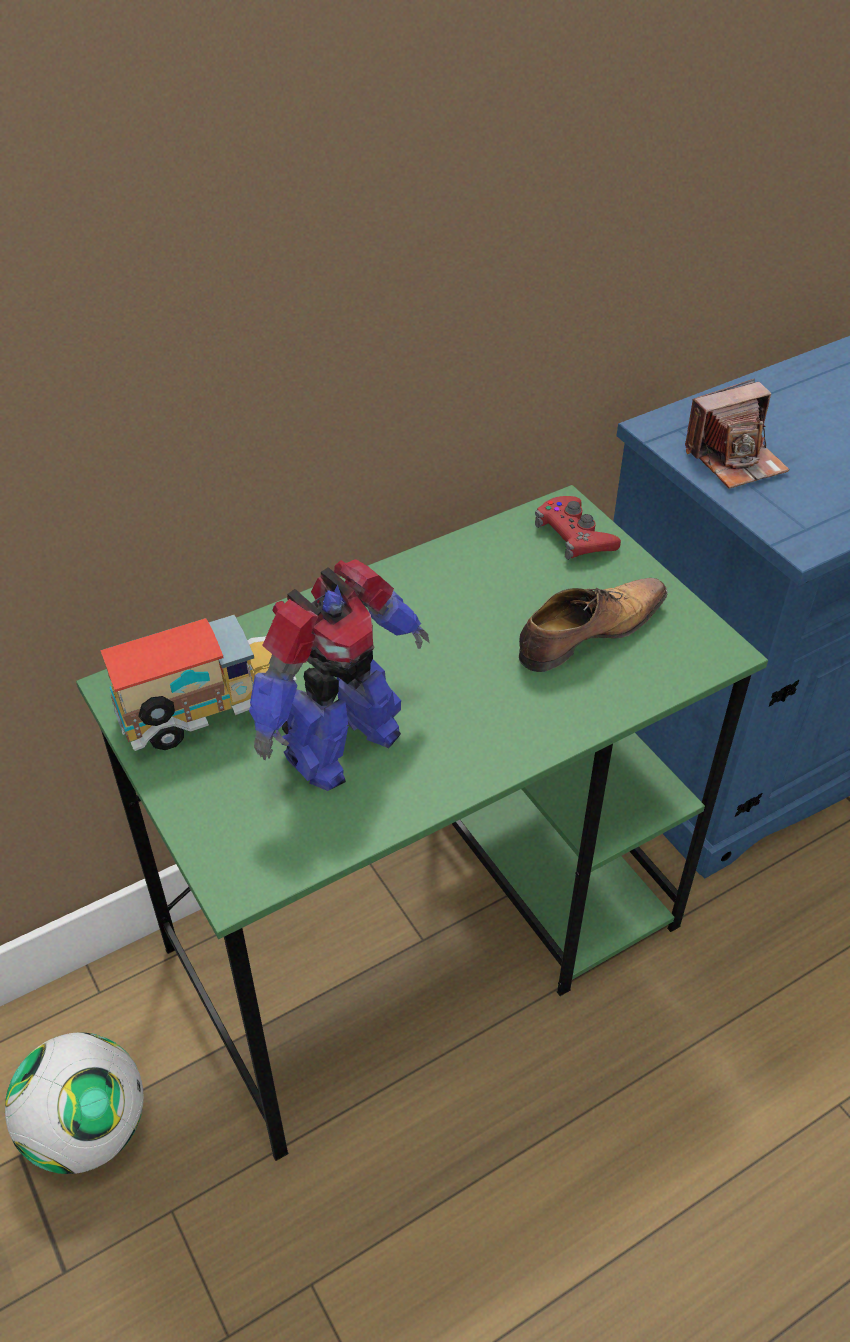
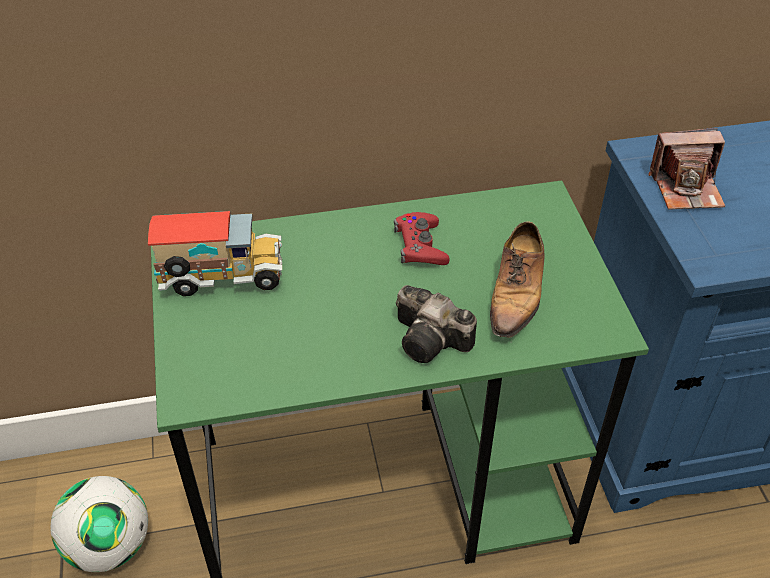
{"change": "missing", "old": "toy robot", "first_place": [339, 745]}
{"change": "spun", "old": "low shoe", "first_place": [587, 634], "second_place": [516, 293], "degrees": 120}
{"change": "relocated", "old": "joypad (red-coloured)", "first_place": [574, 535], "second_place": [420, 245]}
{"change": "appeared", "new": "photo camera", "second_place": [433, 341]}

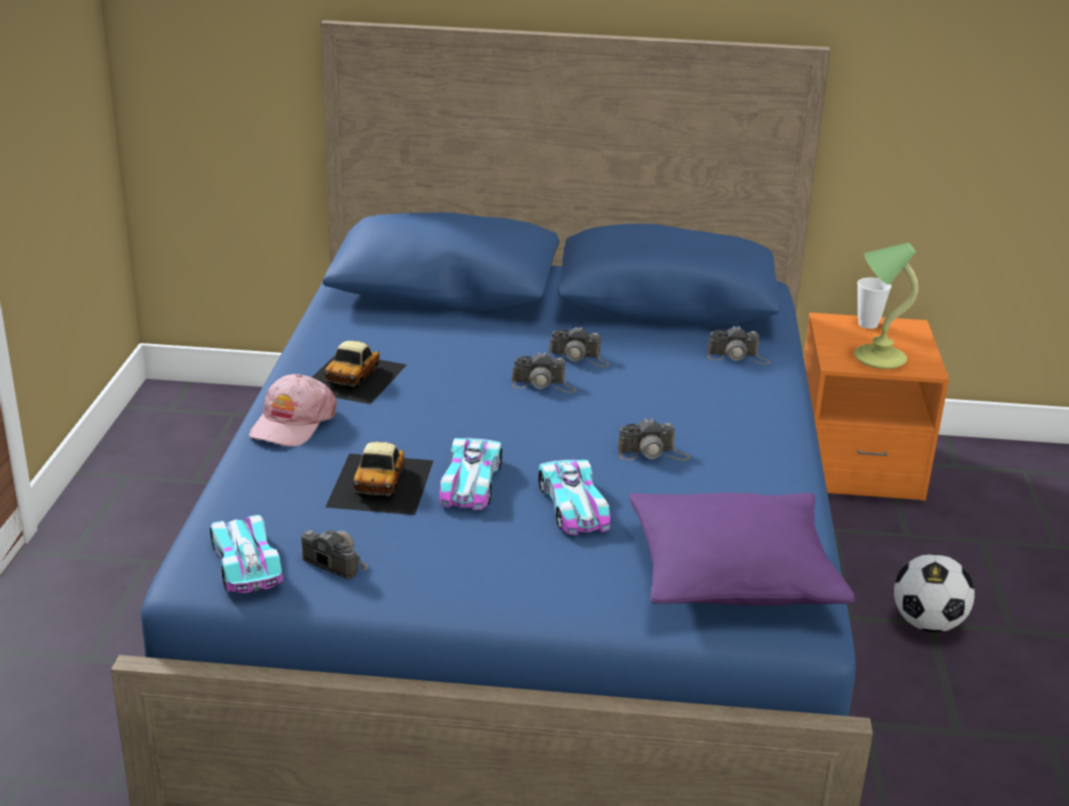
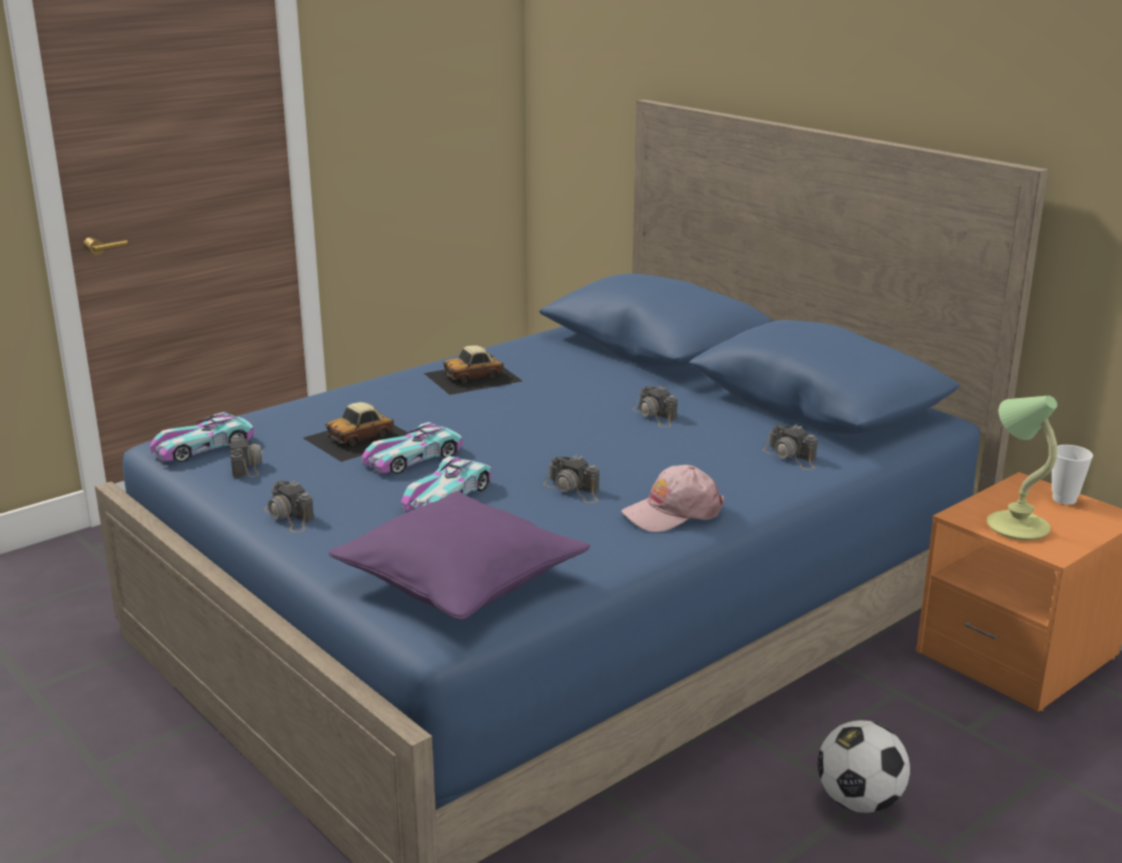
{"change": "spun", "old": "toy car", "first_place": [246, 563], "second_place": [203, 447], "degrees": -150}
{"change": "relocated", "old": "peaked cap (pink-coloured)", "first_place": [292, 423], "second_place": [672, 512]}
{"change": "relocated", "old": "photo camera", "first_place": [544, 384], "second_place": [289, 517]}

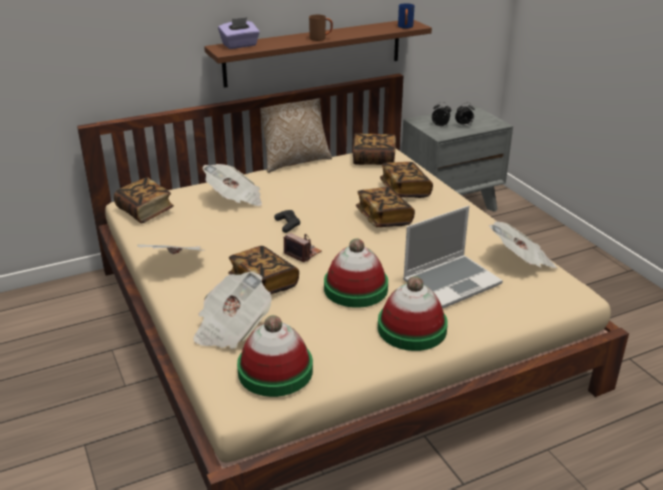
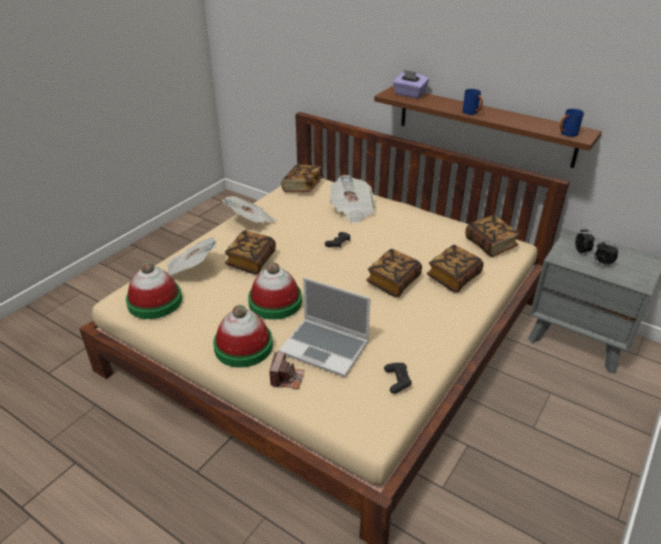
{"change": "missing", "old": "throw pillow", "first_place": [295, 161]}
{"change": "relocated", "old": "photo camera", "first_place": [303, 253], "second_place": [287, 378]}
{"change": "colour", "old": "coffee mug (brownish)", "new": "coffee mug (blue)", "first_place": [321, 38], "second_place": [472, 113]}
{"change": "exchanged", "old": "printed paper", "new": "joypad (blackish)", "first_place": [521, 261], "second_place": [397, 381]}

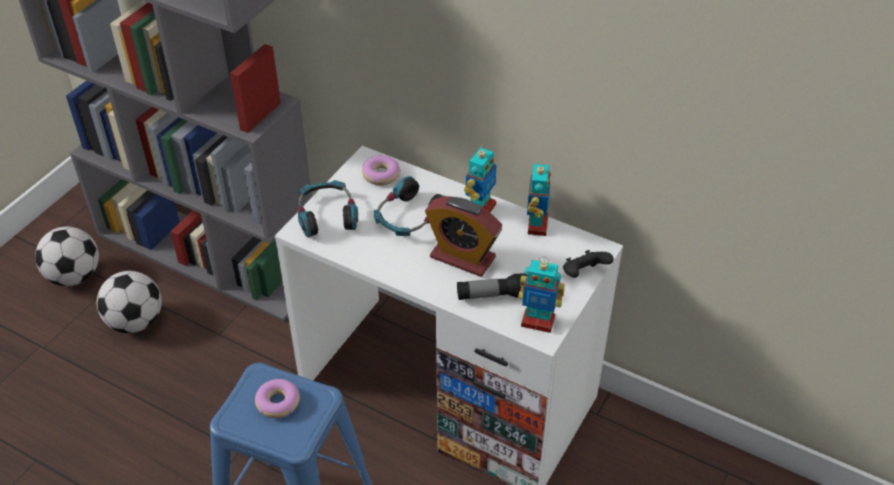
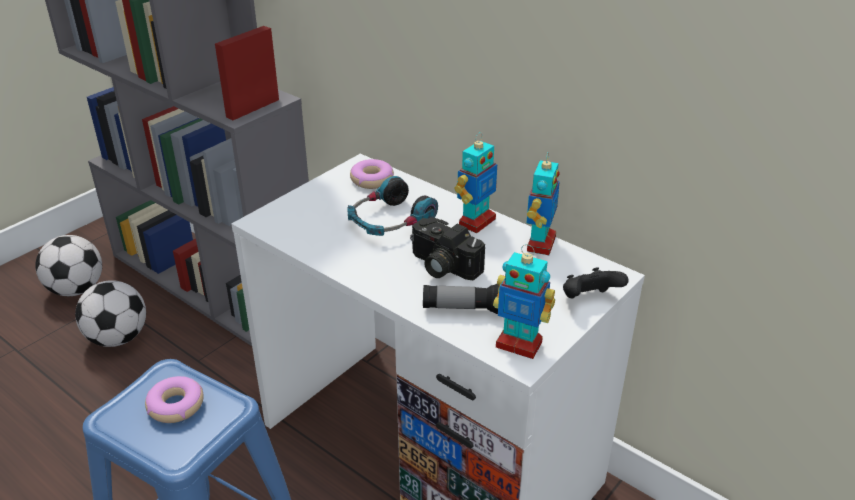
{"change": "missing", "old": "headphones", "first_place": [327, 215]}
{"change": "exchanged", "old": "bedside clock", "new": "photo camera", "first_place": [462, 257], "second_place": [441, 266]}

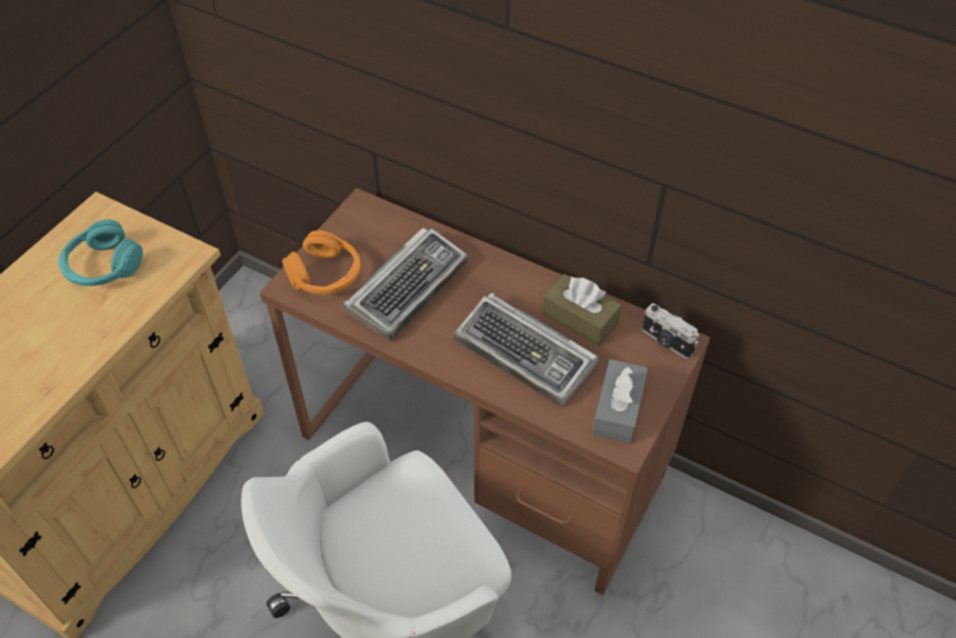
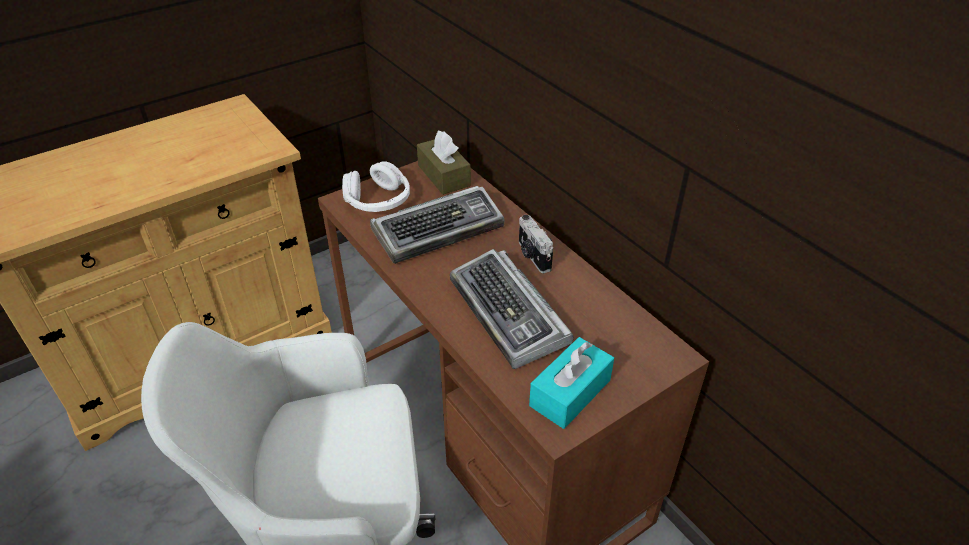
{"change": "missing", "old": "headphones (turquoise-coloured)", "first_place": [103, 266]}
{"change": "colour", "old": "headphones (orangey)", "new": "headphones (white)", "first_place": [326, 275], "second_place": [378, 201]}
{"change": "relocated", "old": "tissue holder (brownish)", "first_place": [580, 319], "second_place": [444, 175]}
{"change": "colour", "old": "tissue holder (grey)", "new": "tissue holder (turquoise-coloured)", "first_place": [618, 409], "second_place": [570, 393]}
{"change": "relocated", "old": "photo camera", "first_place": [666, 342], "second_place": [532, 256]}

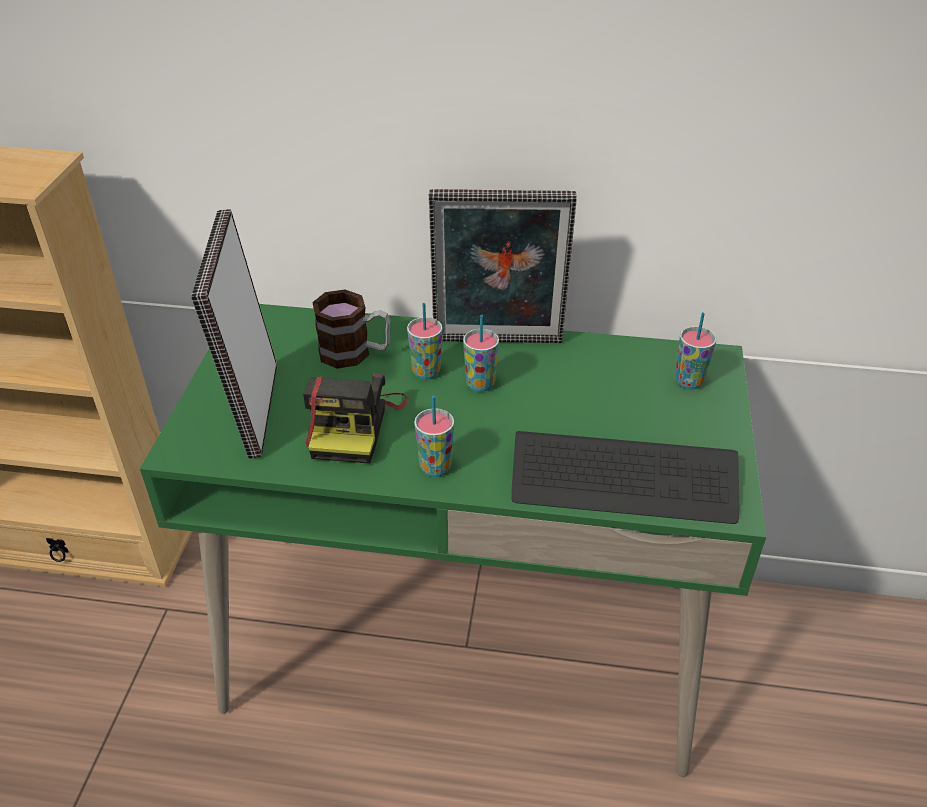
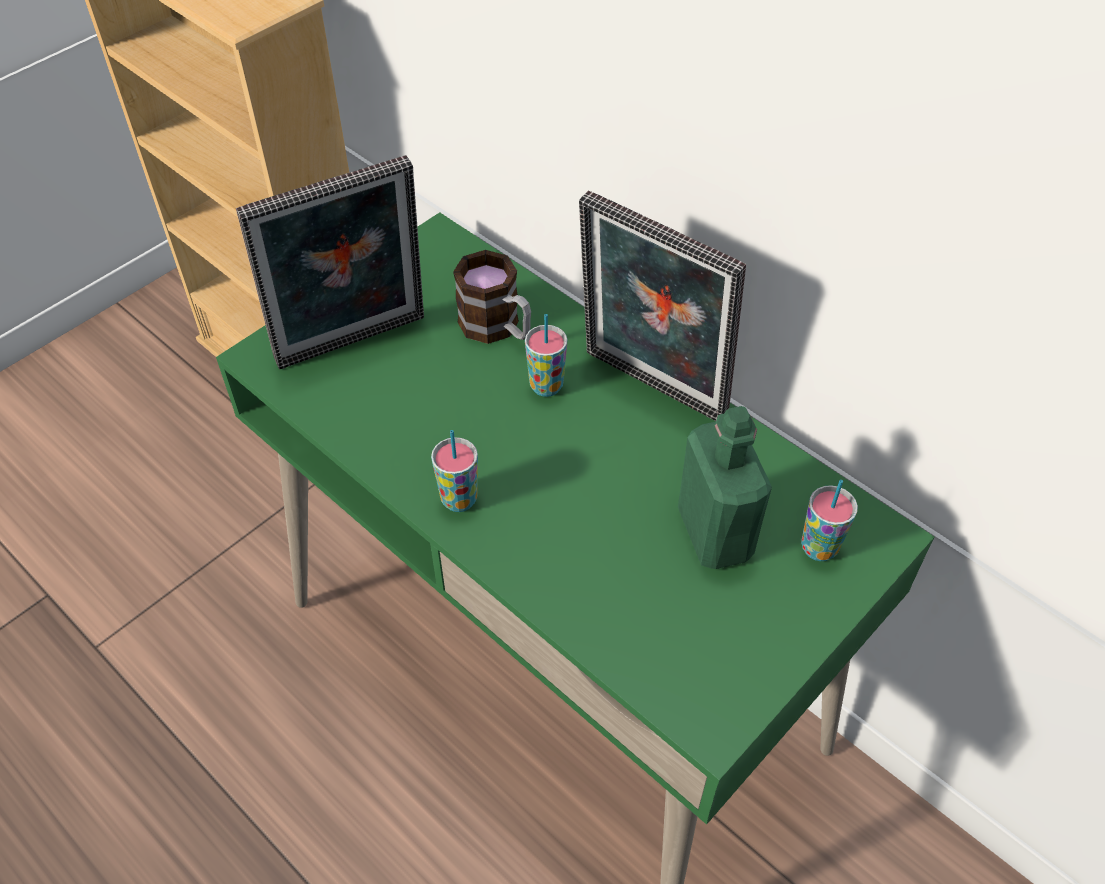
{"change": "spun", "old": "picture frame", "first_place": [254, 410], "second_place": [354, 345], "degrees": -150}
{"change": "missing", "old": "photo camera", "first_place": [354, 425]}
{"change": "missing", "old": "drinking cup", "first_place": [480, 384]}
{"change": "missing", "old": "computer keyboard", "first_place": [623, 480]}
{"change": "appeared", "new": "bottle (greenish)", "second_place": [714, 533]}

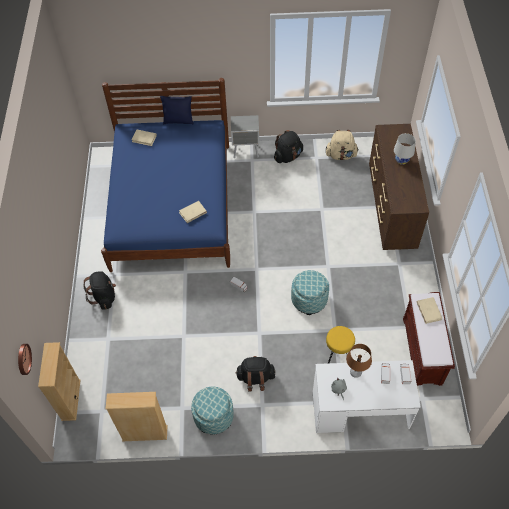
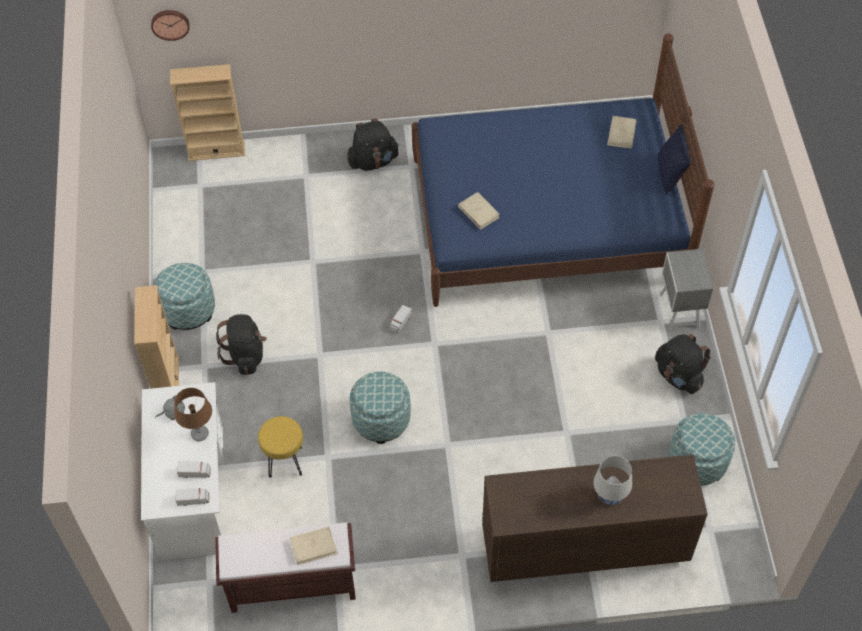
{"change": "relocated", "old": "bookcase (sand-coloured)", "first_place": [145, 433], "second_place": [168, 382]}
{"change": "exchanged", "old": "backpack (sand-coloured)", "new": "ottoman", "first_place": [341, 155], "second_place": [697, 461]}

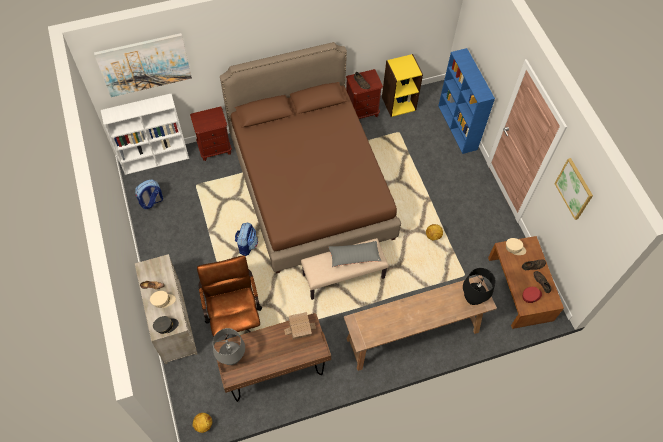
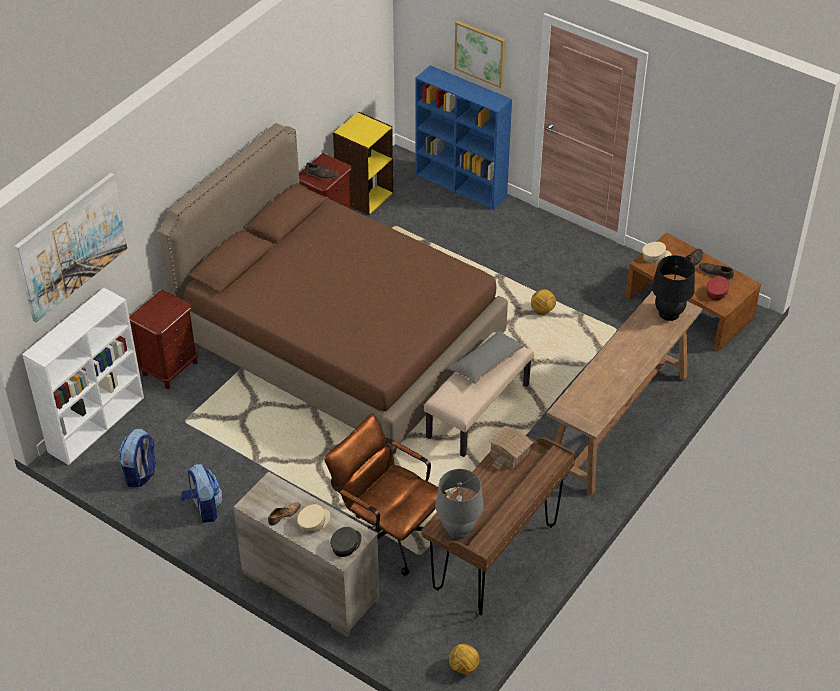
{"change": "relocated", "old": "backpack", "first_place": [247, 245], "second_place": [204, 508]}
{"change": "relocated", "old": "wall picture", "first_place": [574, 188], "second_place": [480, 53]}

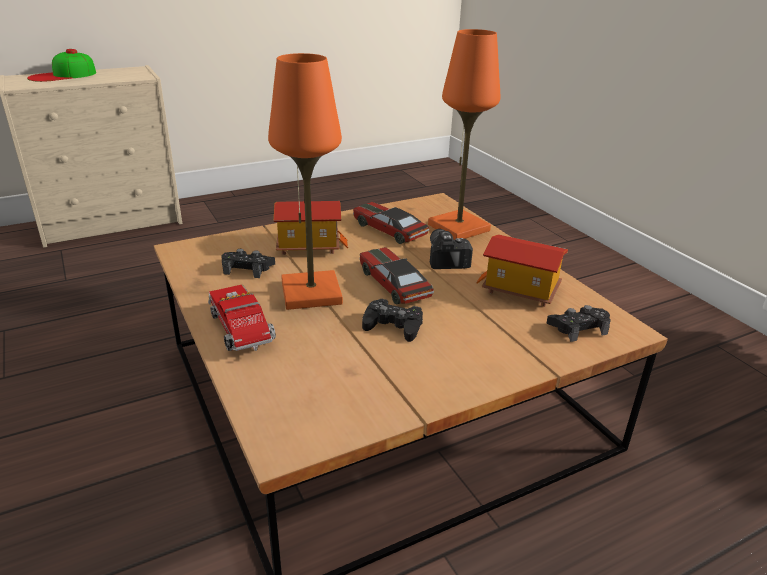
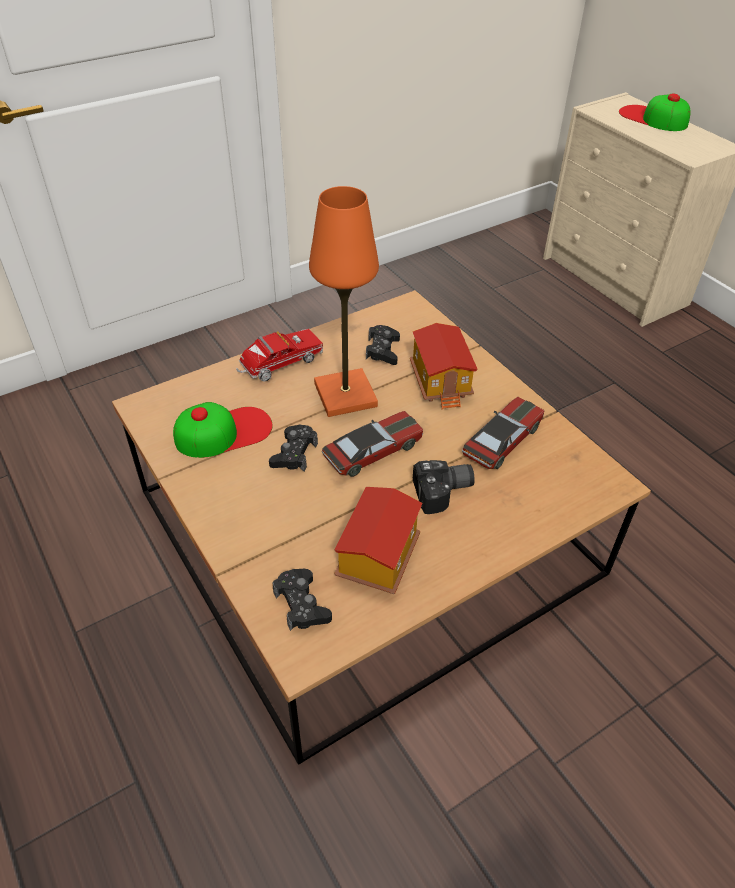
{"change": "missing", "old": "tabletop lamp (orangey)", "first_place": [458, 228]}
{"change": "appeared", "new": "peaked cap", "second_place": [224, 432]}

